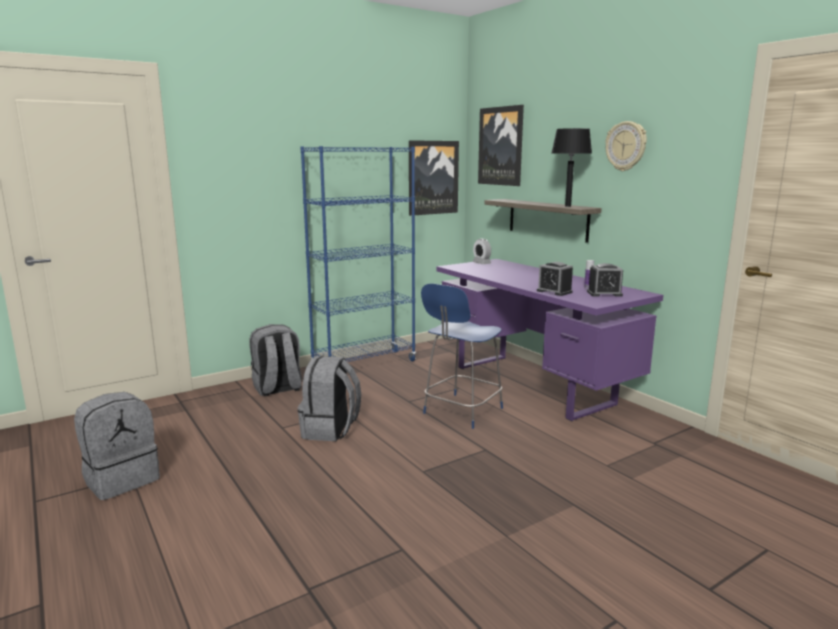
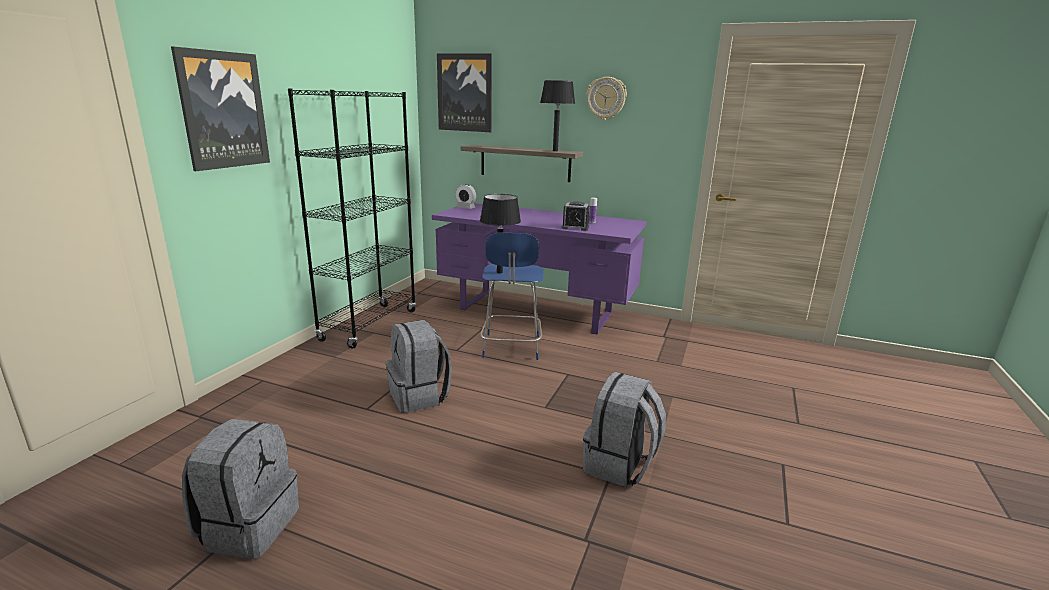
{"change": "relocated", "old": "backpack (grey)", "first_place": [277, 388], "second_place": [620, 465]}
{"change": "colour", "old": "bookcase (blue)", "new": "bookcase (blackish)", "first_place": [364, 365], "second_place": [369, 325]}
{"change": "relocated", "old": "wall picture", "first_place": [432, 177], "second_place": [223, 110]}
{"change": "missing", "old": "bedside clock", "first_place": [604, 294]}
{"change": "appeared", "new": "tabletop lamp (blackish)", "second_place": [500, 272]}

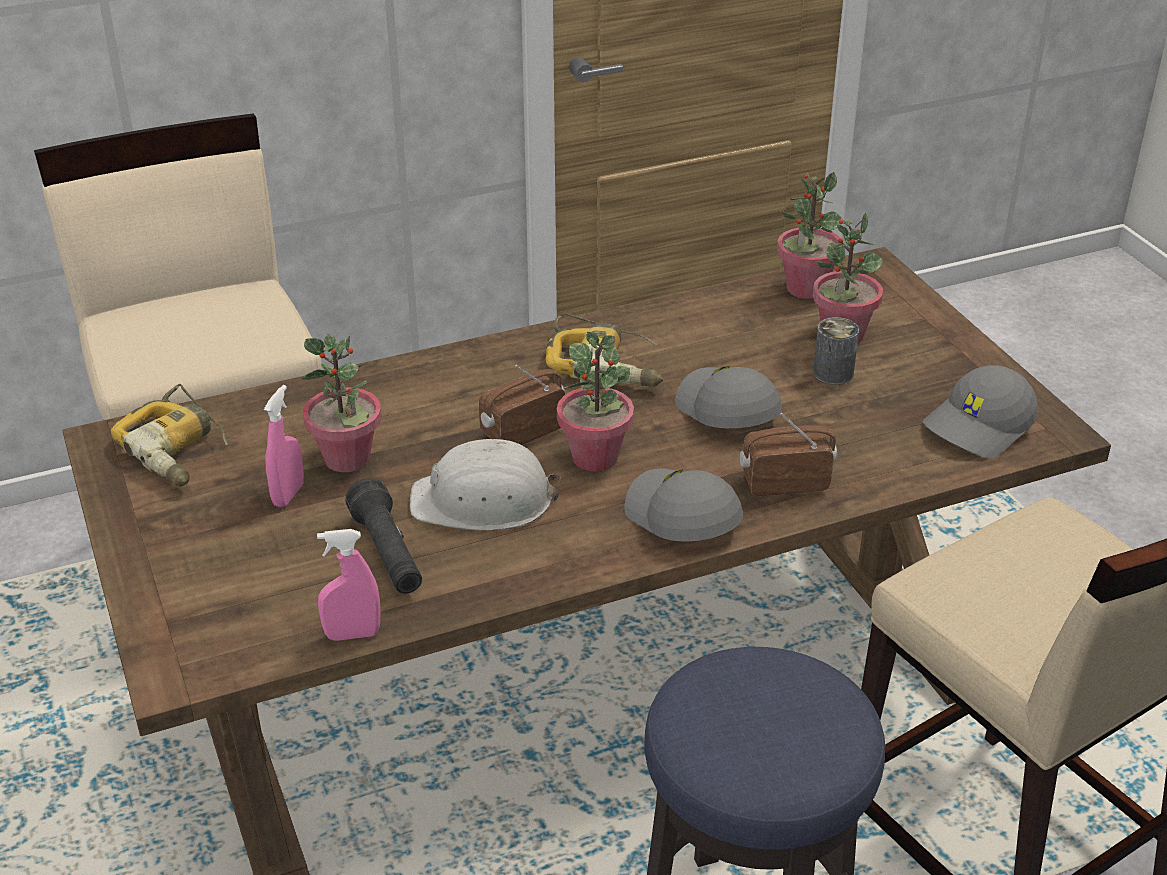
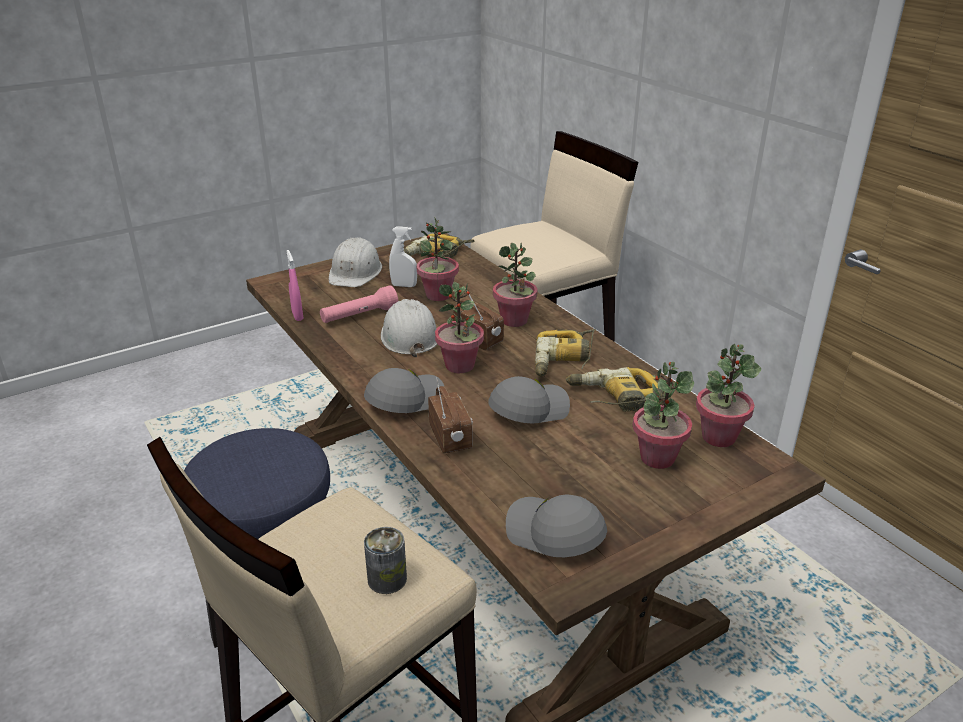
{"change": "colour", "old": "hand sprayer (pink-coloured)", "new": "hand sprayer (white)", "first_place": [288, 495], "second_place": [404, 285]}
{"change": "colour", "old": "flashlight (blackish)", "new": "flashlight (pink-coloured)", "first_place": [388, 554], "second_place": [359, 316]}
{"change": "relocated", "old": "sealed can", "first_place": [833, 373], "second_place": [387, 579]}
{"change": "appeared", "new": "hard hat (white)", "second_place": [355, 272]}
{"change": "appeared", "new": "houseplant", "second_place": [514, 320]}
{"change": "appeared", "new": "power drill", "second_place": [617, 398]}

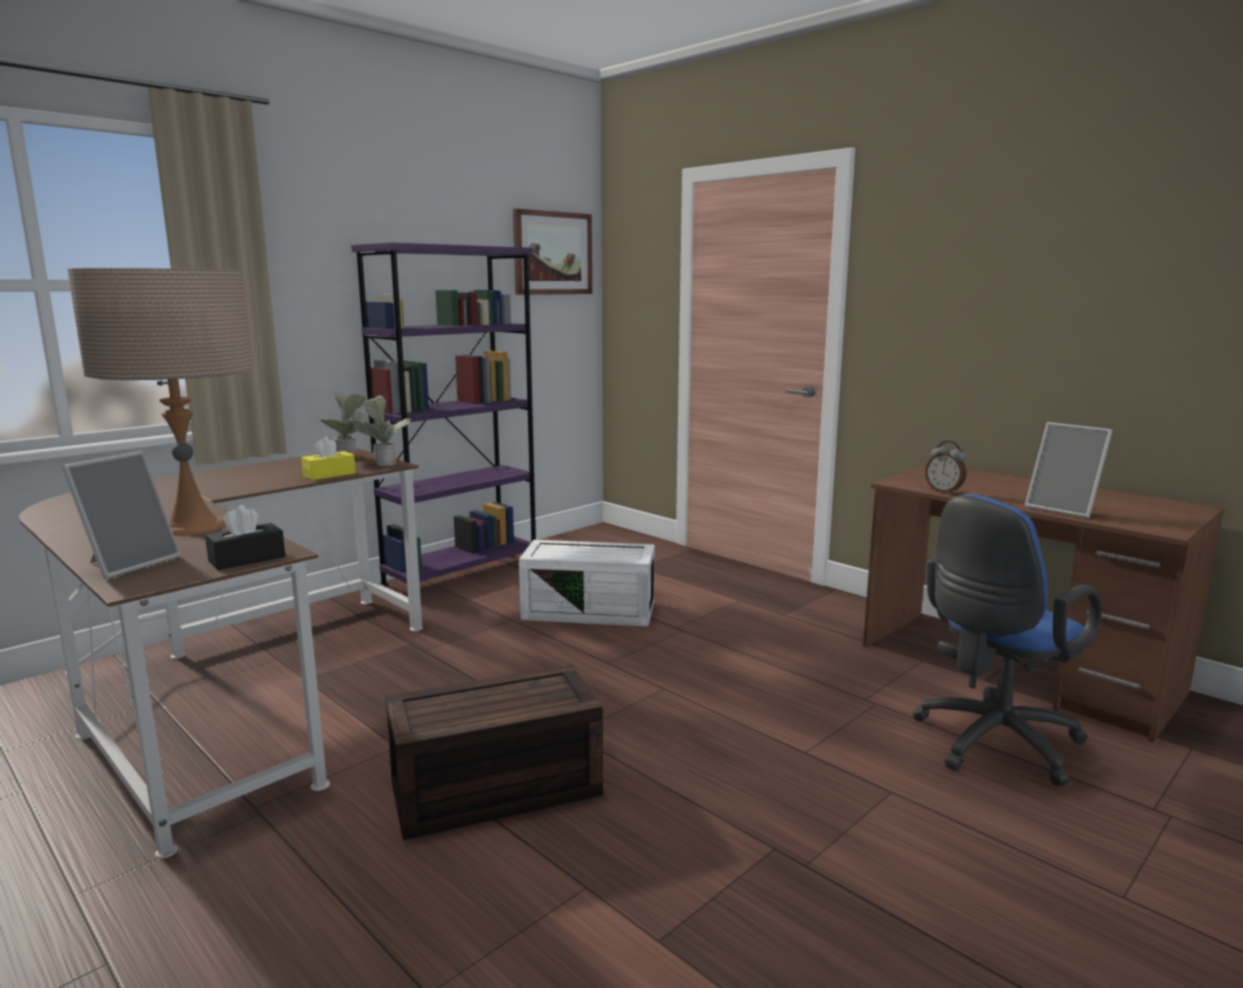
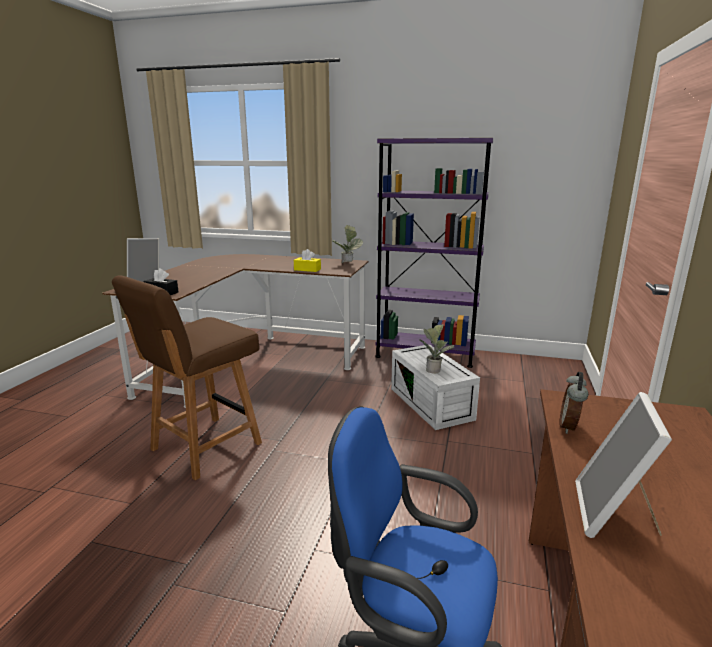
{"change": "missing", "old": "tabletop lamp (sand-coloured)", "first_place": [192, 526]}
{"change": "relocated", "old": "houseplant", "first_place": [383, 463], "second_place": [434, 369]}
{"change": "exchanged", "old": "storage bin (brownish)", "new": "upright chair (brownish)", "first_place": [493, 791], "second_place": [204, 447]}
{"change": "missing", "old": "wall picture", "first_place": [552, 253]}

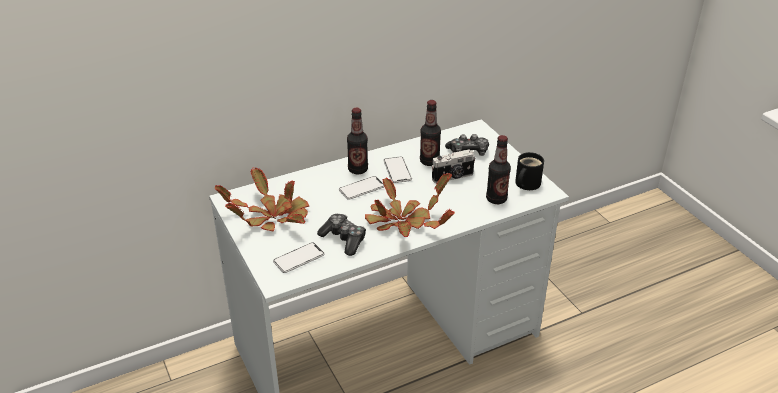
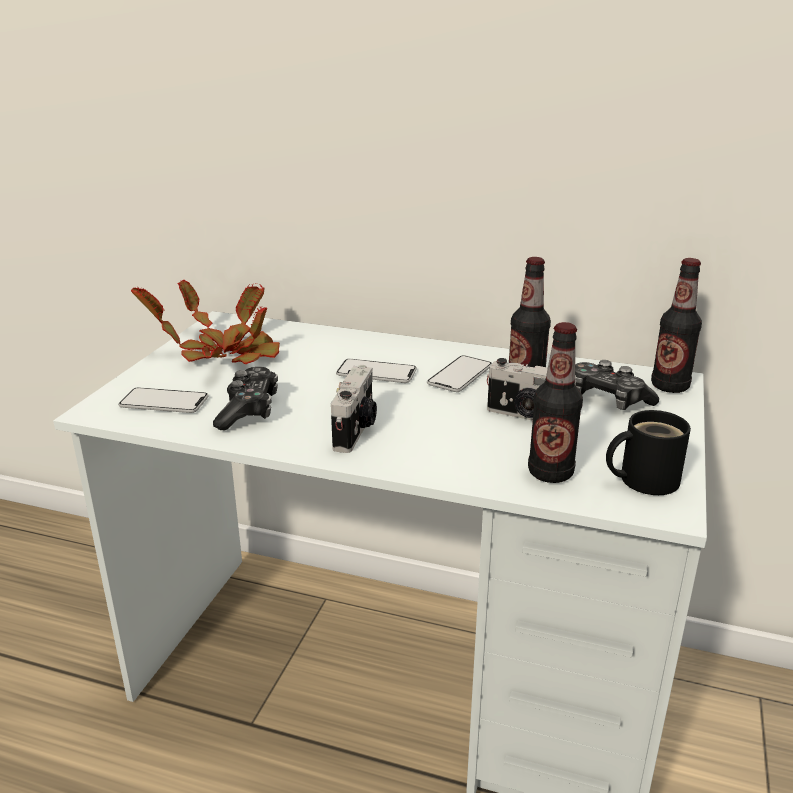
{"change": "relocated", "old": "bottle", "first_place": [358, 170], "second_place": [669, 386]}
{"change": "exchanged", "old": "houseplant", "new": "photo camera", "first_place": [403, 222], "second_place": [356, 430]}

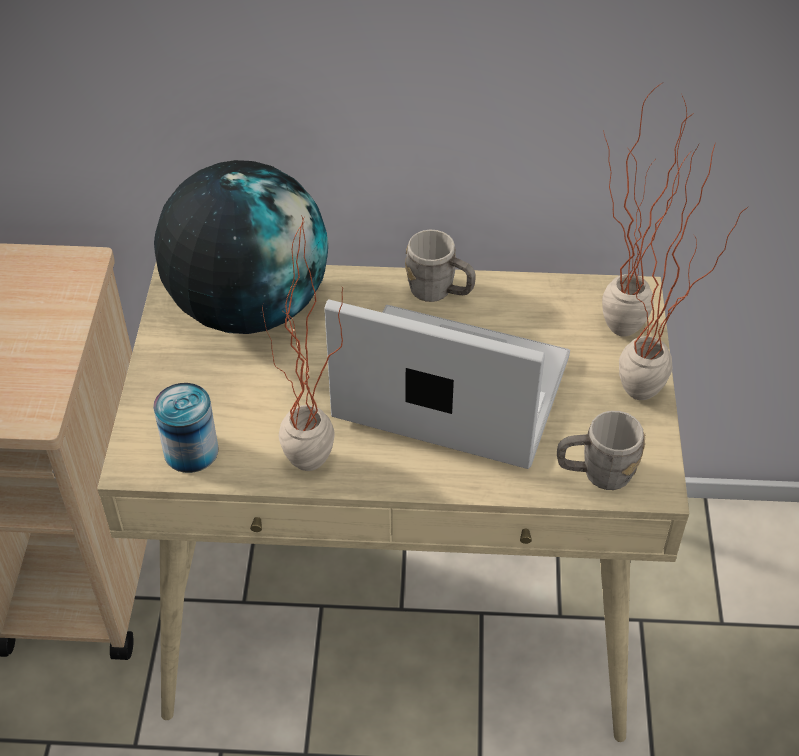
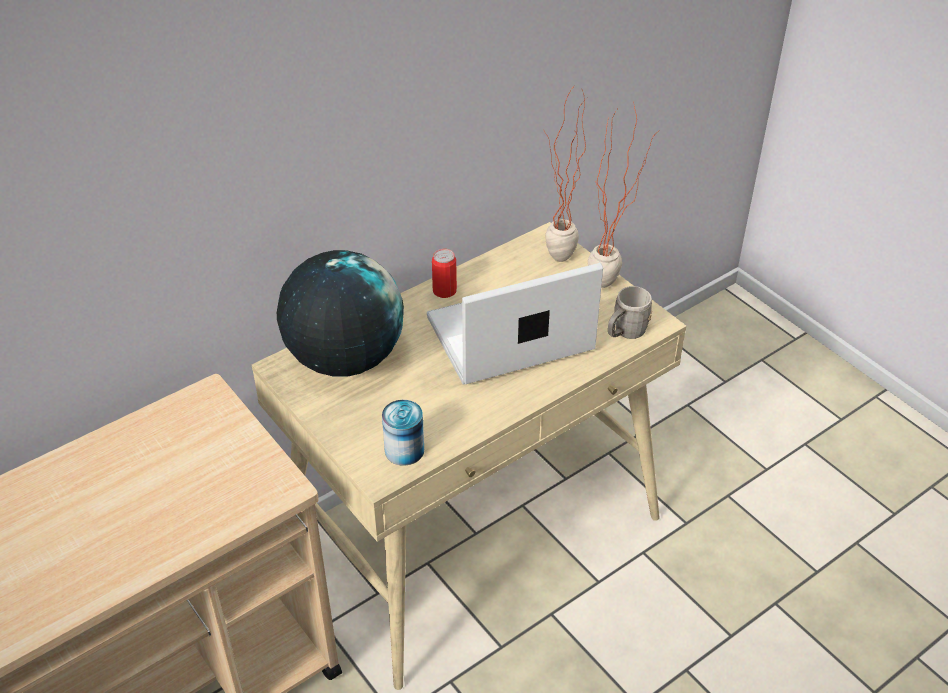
{"change": "missing", "old": "houseplant", "first_place": [314, 474]}
{"change": "exchanged", "old": "coffee mug (grey)", "new": "sealed can", "first_place": [439, 292], "second_place": [444, 291]}

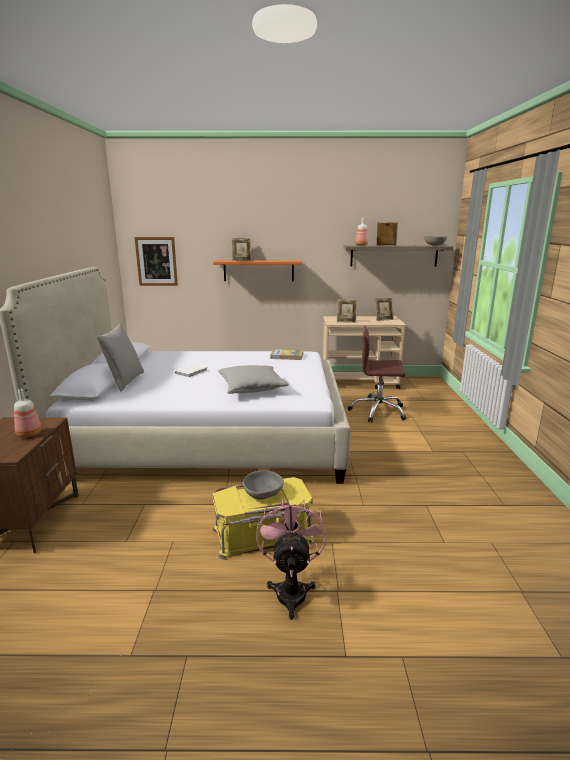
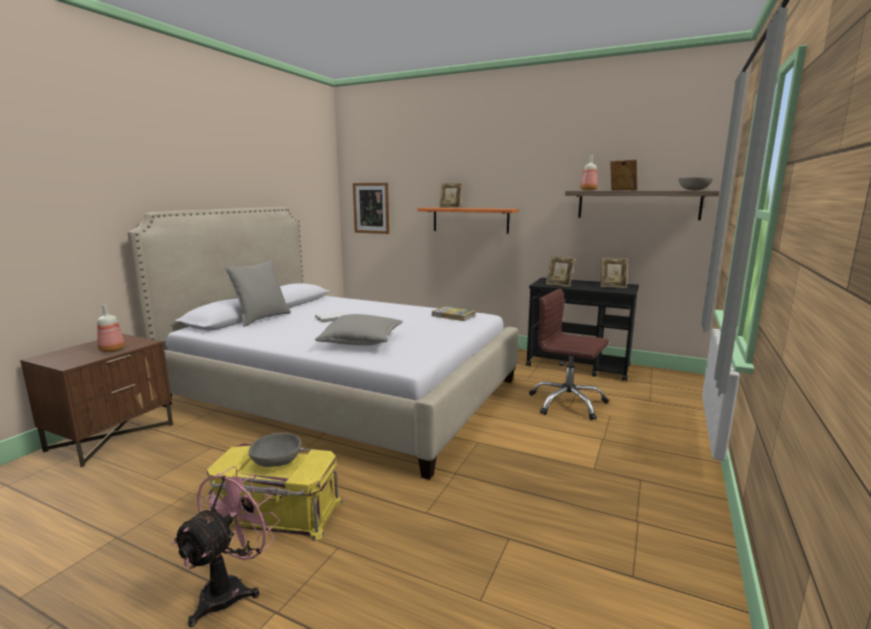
{"change": "colour", "old": "cart (sand-coloured)", "new": "cart (blackish)", "first_place": [360, 383], "second_place": [579, 366]}

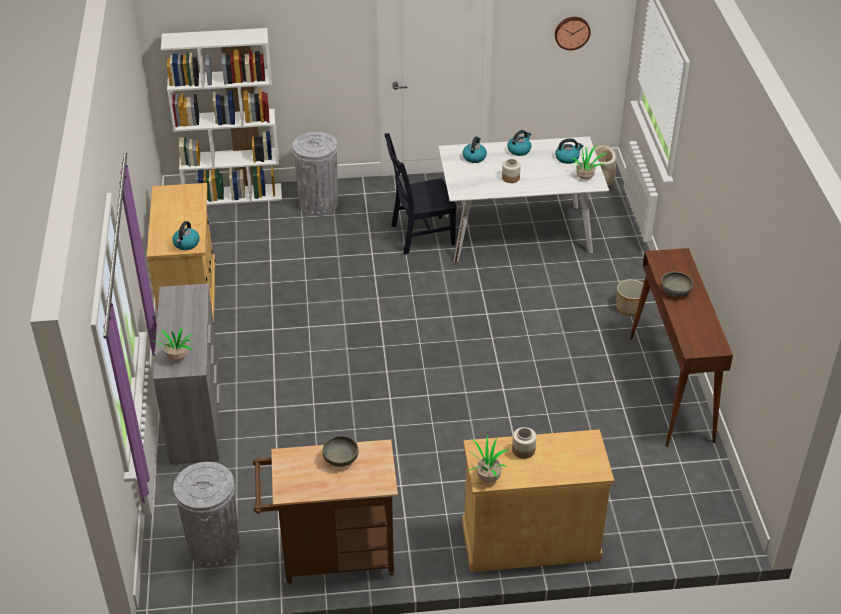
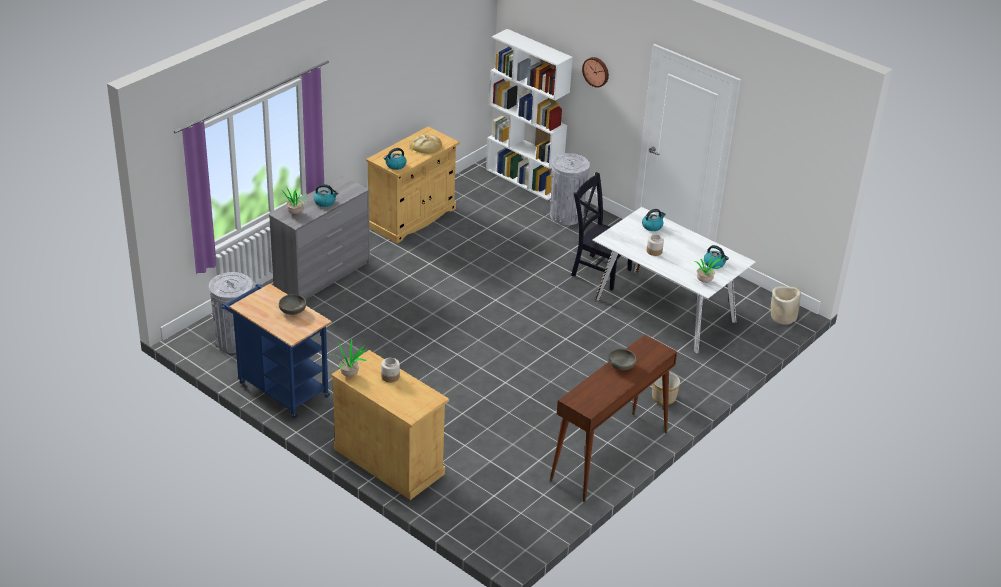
{"change": "colour", "old": "cart (brownish)", "new": "cart (blue)", "first_place": [330, 557], "second_place": [279, 388]}
{"change": "relocated", "old": "water kettle", "first_place": [519, 150], "second_place": [325, 202]}
{"change": "relocated", "old": "hanging clock", "first_place": [572, 32], "second_place": [596, 71]}
{"change": "appeared", "new": "baked bread", "second_place": [426, 146]}

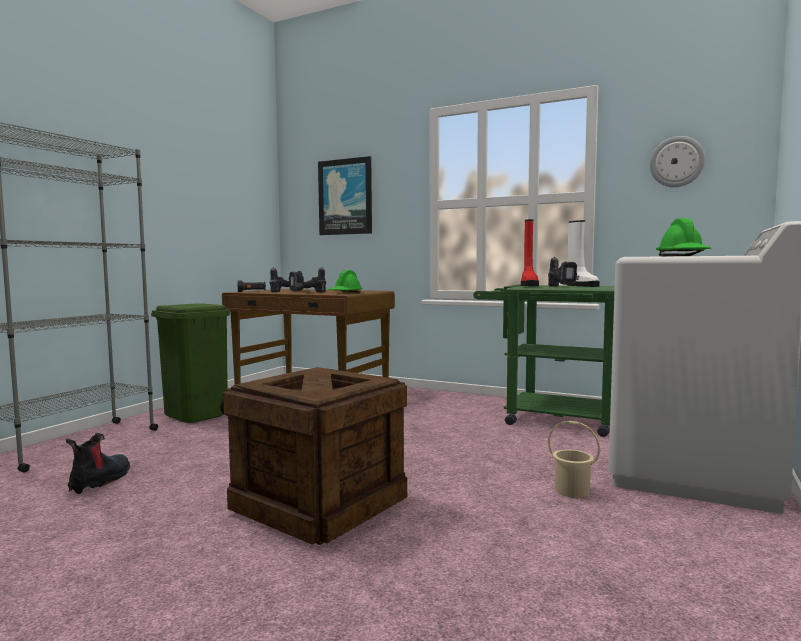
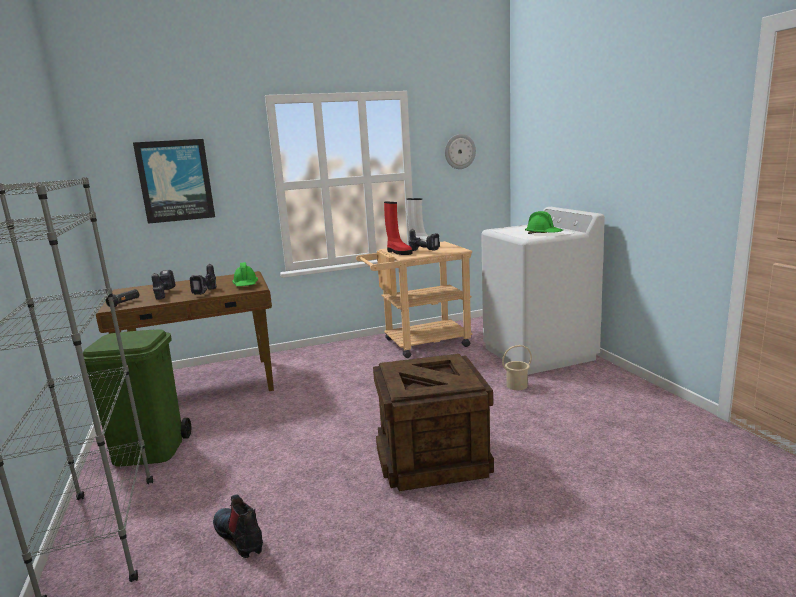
{"change": "colour", "old": "cart (greenish)", "new": "cart (sand-coloured)", "first_place": [551, 418], "second_place": [419, 344]}

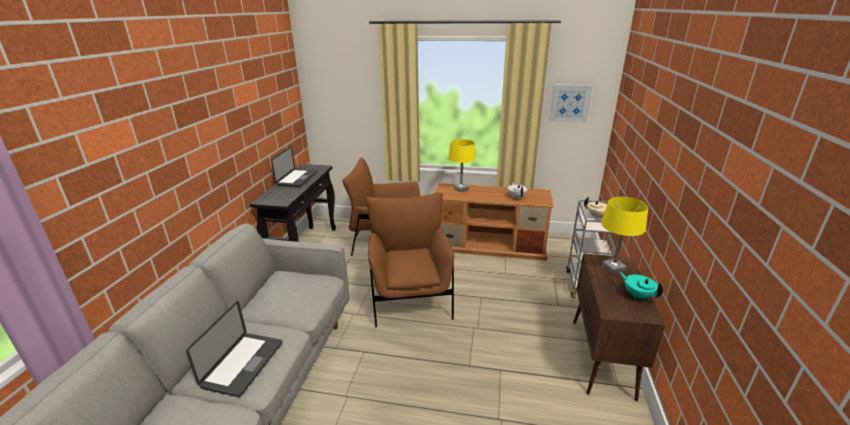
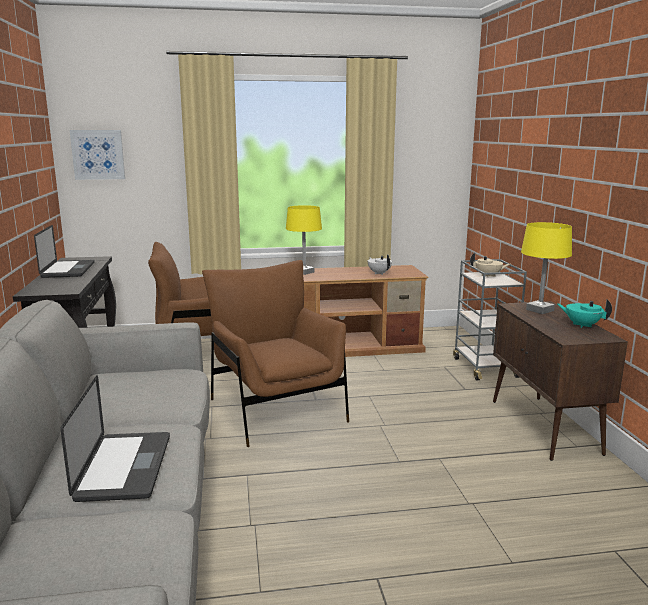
{"change": "relocated", "old": "wall picture", "first_place": [570, 103], "second_place": [98, 154]}

